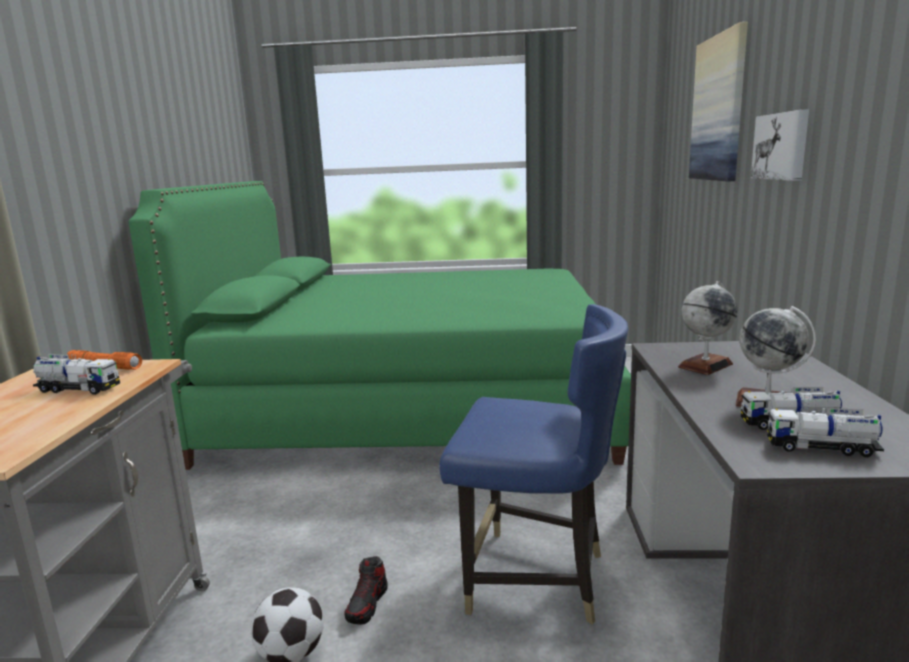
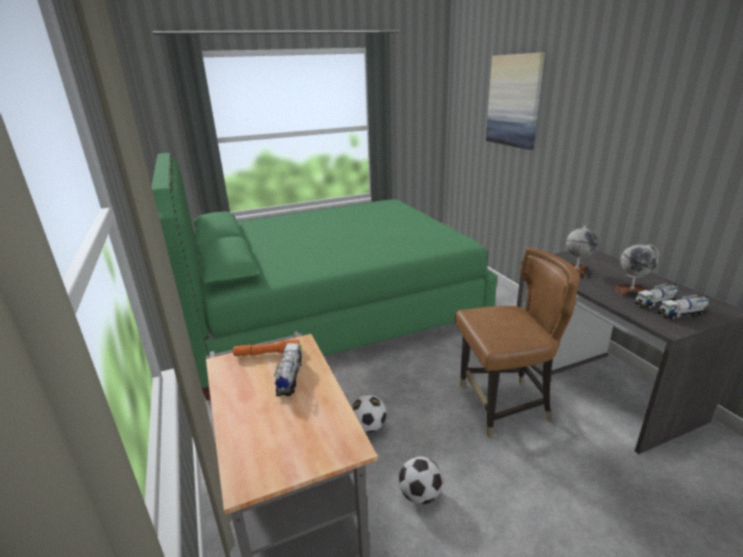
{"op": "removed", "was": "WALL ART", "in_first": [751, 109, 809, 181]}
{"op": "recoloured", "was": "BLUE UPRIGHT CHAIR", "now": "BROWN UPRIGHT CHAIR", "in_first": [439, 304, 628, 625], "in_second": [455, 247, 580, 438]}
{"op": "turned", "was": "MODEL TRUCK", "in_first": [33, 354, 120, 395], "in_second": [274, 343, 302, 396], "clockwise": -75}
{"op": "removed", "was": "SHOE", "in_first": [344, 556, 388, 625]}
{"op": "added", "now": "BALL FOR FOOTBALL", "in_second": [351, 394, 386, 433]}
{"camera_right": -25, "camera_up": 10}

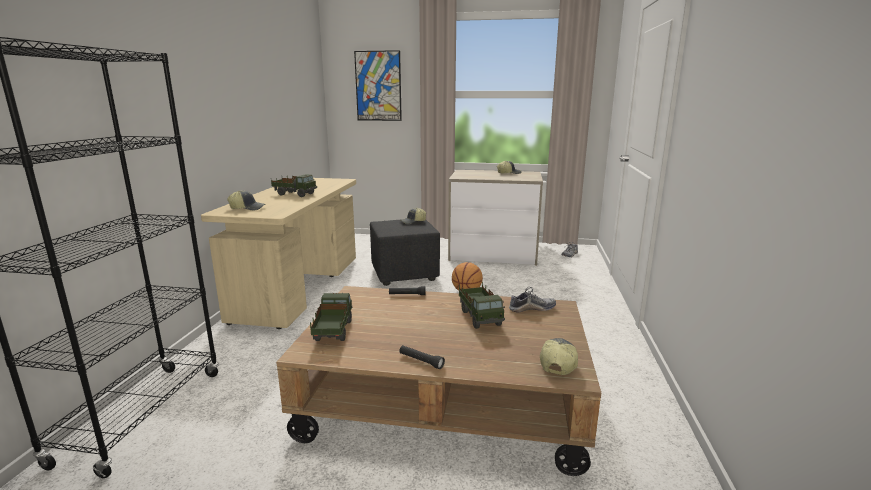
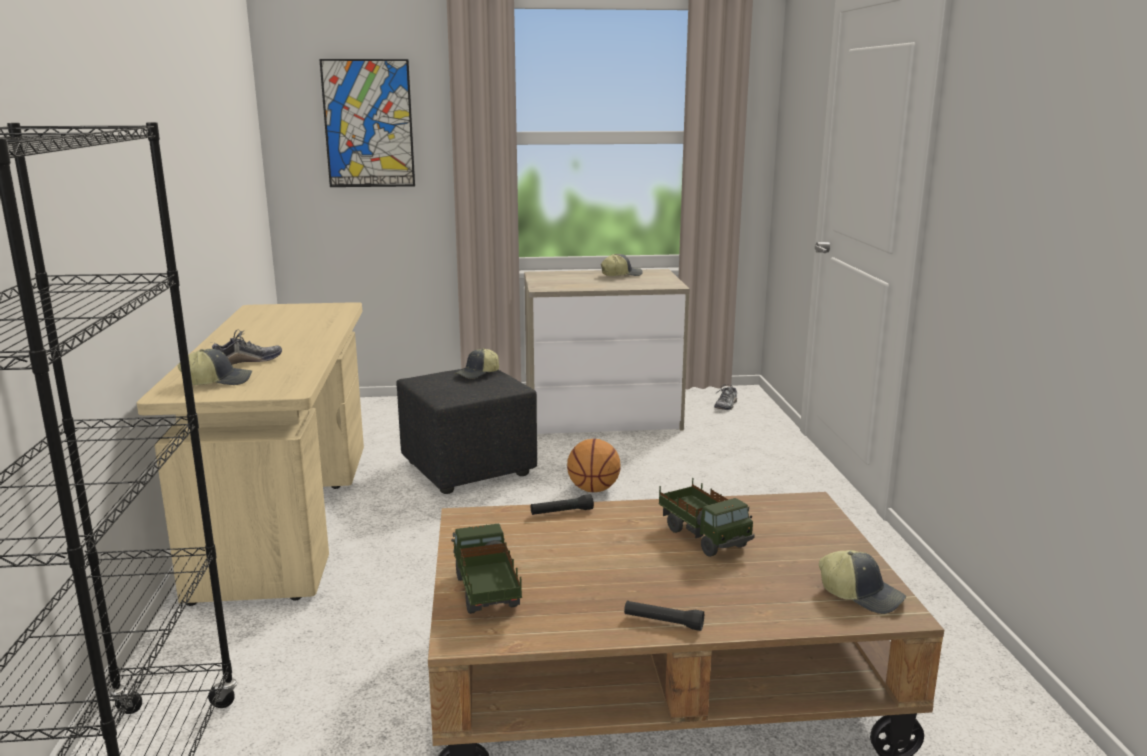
{"op": "removed", "was": "MODEL TRUCK", "in_first": [271, 174, 317, 197]}
{"op": "moved", "was": "SHOE", "in_first": [509, 287, 556, 312], "in_second": [210, 330, 282, 365]}
{"op": "turned", "was": "BASEBALL CAP", "in_first": [540, 338, 578, 375], "in_second": [819, 550, 906, 614], "clockwise": 120}
{"camera_right": -15, "camera_up": 0}

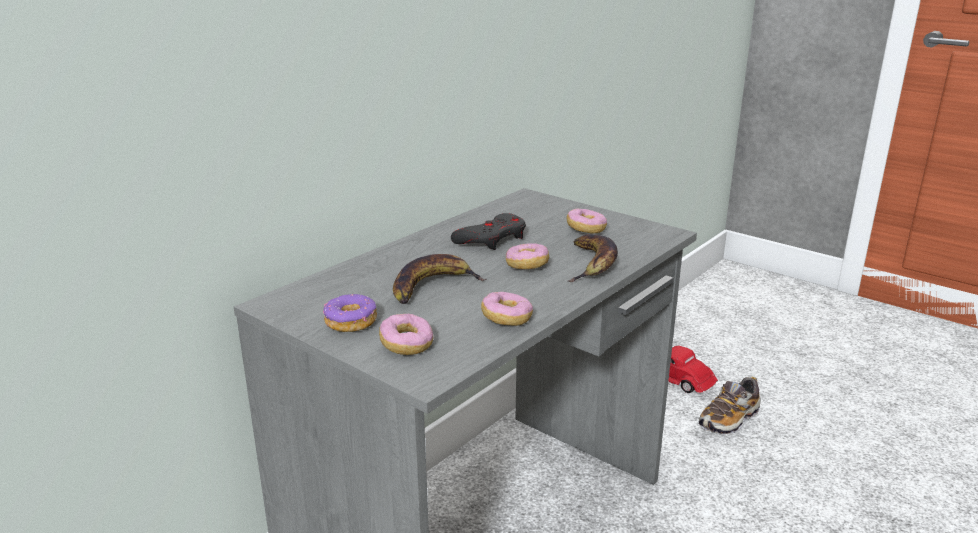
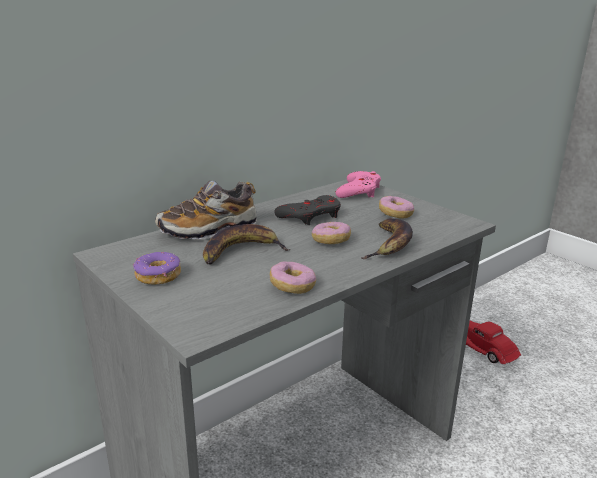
{"op": "removed", "was": "RING DOUGHNUT", "in_first": [379, 314, 433, 355]}
{"op": "moved", "was": "SHOE", "in_first": [699, 377, 760, 434], "in_second": [155, 181, 257, 239]}
{"op": "added", "now": "PINKISH GAMEPAD", "in_second": [336, 171, 381, 198]}
{"camera_right": 10, "camera_up": 0}

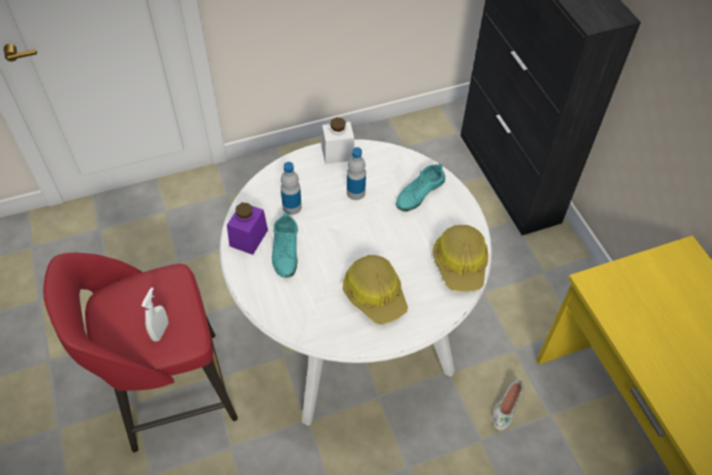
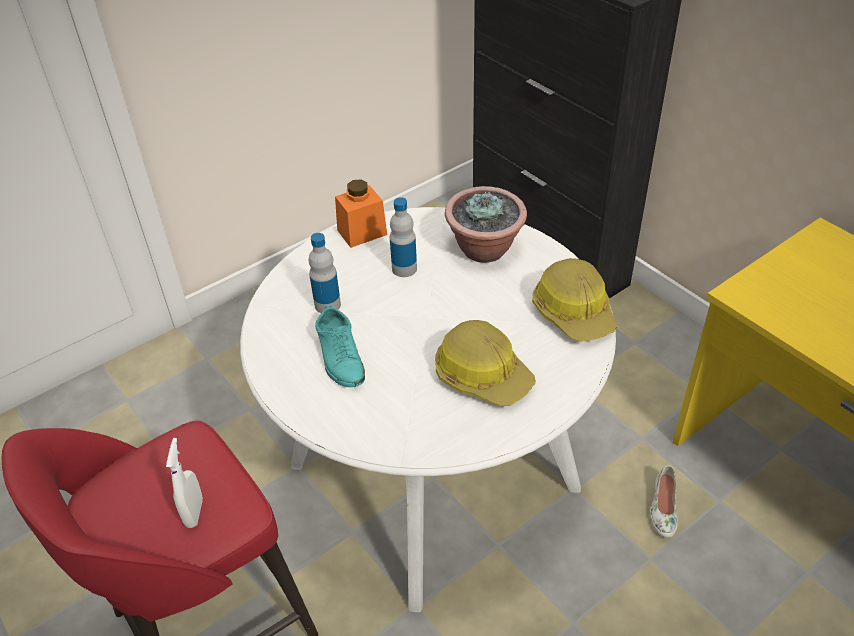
{"op": "recoloured", "was": "WHITE-COLOURED JAR", "now": "ORANGE JAR", "in_first": [321, 117, 355, 164], "in_second": [335, 179, 387, 248]}
{"op": "replaced", "was": "BLUE-GREEN SHOE", "now": "PLANT IN A POT", "in_first": [396, 163, 445, 212], "in_second": [445, 186, 527, 263]}
{"op": "removed", "was": "PURPLE JAR", "in_first": [227, 202, 268, 255]}
{"camera_right": -15, "camera_up": -10}

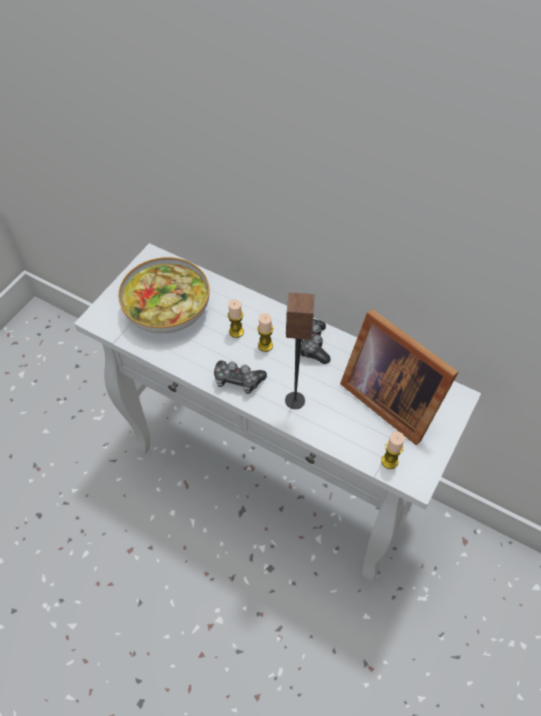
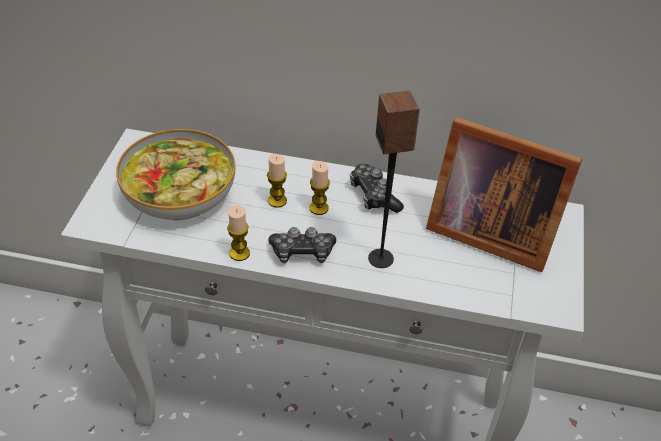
{"op": "moved", "was": "WAX CANDLE", "in_first": [381, 431, 405, 469], "in_second": [227, 205, 250, 261]}
{"camera_right": -20, "camera_up": -10}

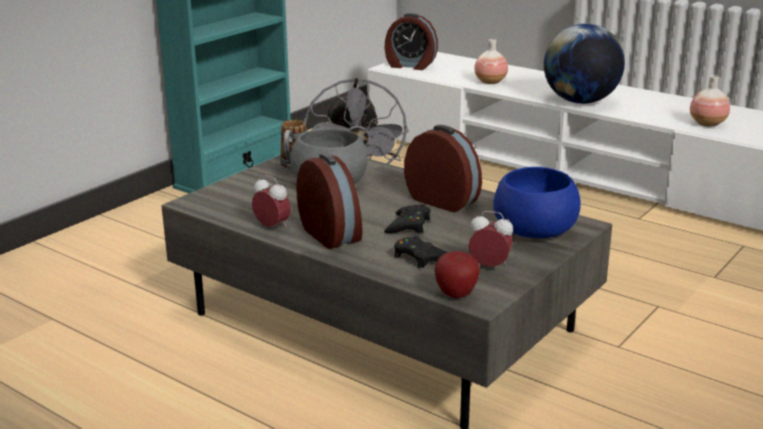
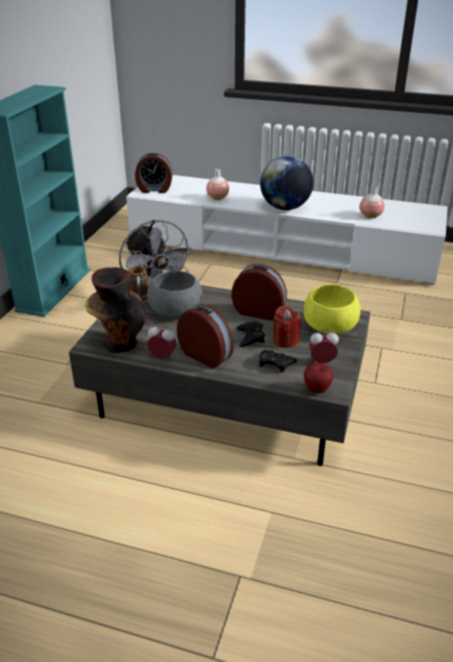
{"op": "recoloured", "was": "BLUE BOWL", "now": "YELLOW-COLOURED BOWL", "in_first": [493, 167, 581, 239], "in_second": [304, 284, 361, 334]}
{"op": "added", "now": "FLOWER VASE", "in_second": [85, 267, 146, 353]}
{"op": "added", "now": "RED WAX CANDLE", "in_second": [273, 306, 301, 348]}
{"camera_right": -20, "camera_up": 10}

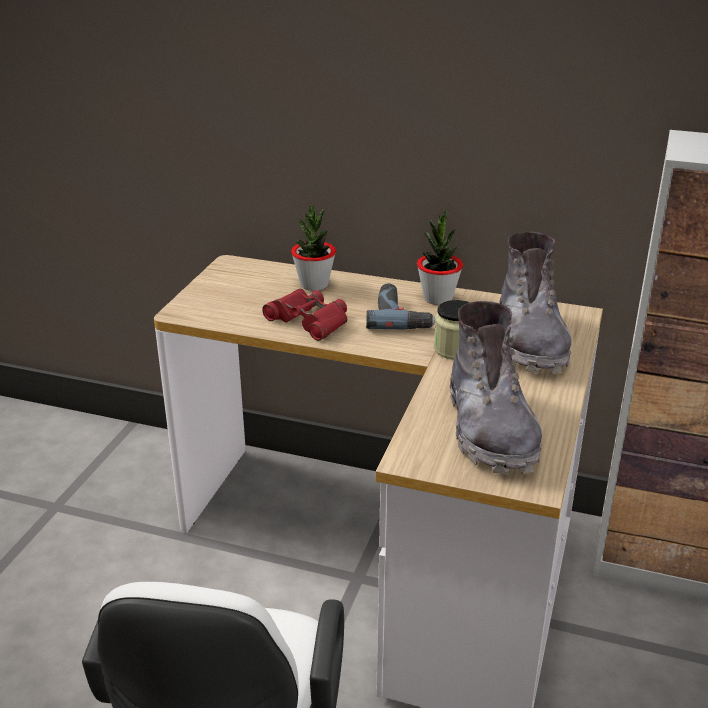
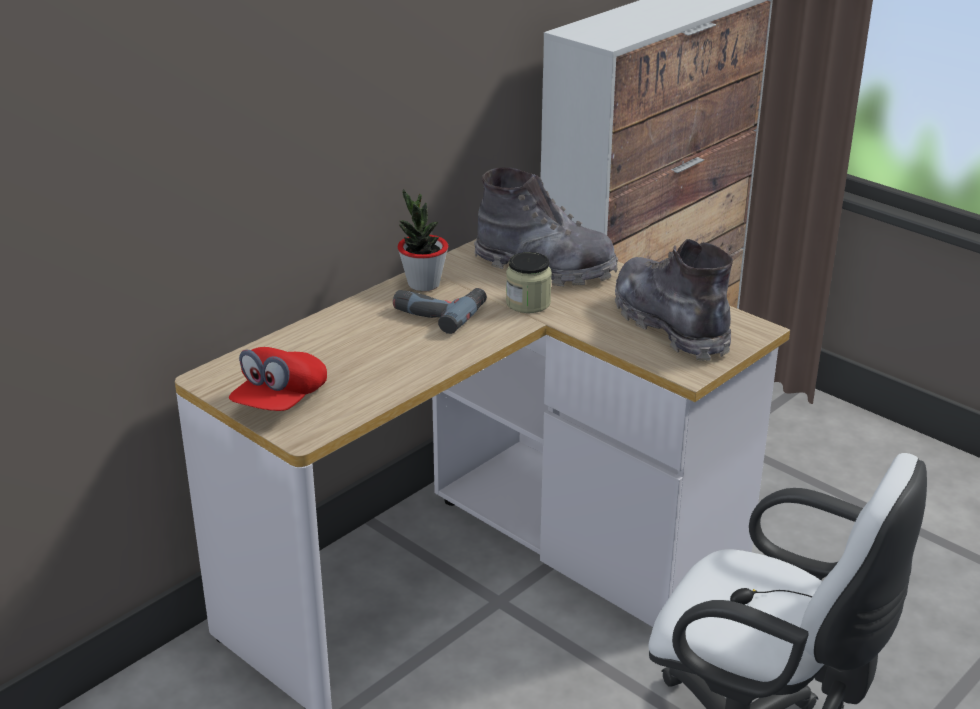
{"op": "removed", "was": "PLANT IN A POT", "in_first": [291, 206, 336, 291]}
{"op": "removed", "was": "RED FIELD GLASSES", "in_first": [262, 288, 347, 341]}
{"op": "turned", "was": "GRAY HIGH-TOP BOOT", "in_first": [450, 301, 542, 475], "in_second": [615, 239, 733, 361], "clockwise": -135}
{"op": "added", "now": "RED BASEBALL CAP", "in_second": [229, 347, 327, 411]}
{"camera_right": -65, "camera_up": 0}

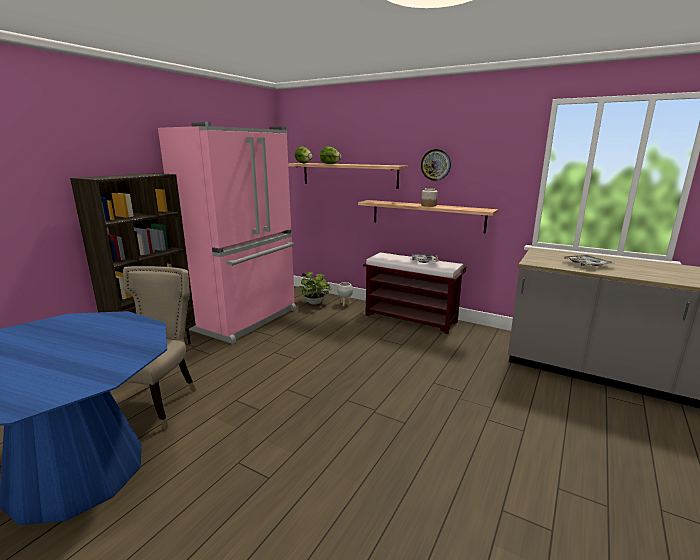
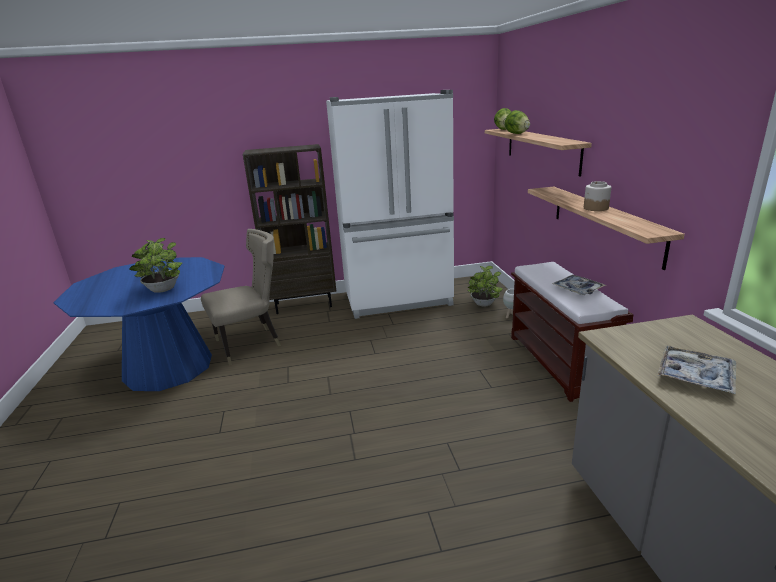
{"op": "recoloured", "was": "PINKISH REFRIGERATOR", "now": "WHITE-COLOURED REFRIGERATOR", "in_first": [158, 122, 296, 344], "in_second": [326, 90, 454, 319]}
{"op": "removed", "was": "WALL CLOCK", "in_first": [421, 149, 451, 181]}
{"op": "added", "now": "PLANT IN A POT", "in_second": [129, 238, 182, 293]}
{"camera_right": 50, "camera_up": 5}

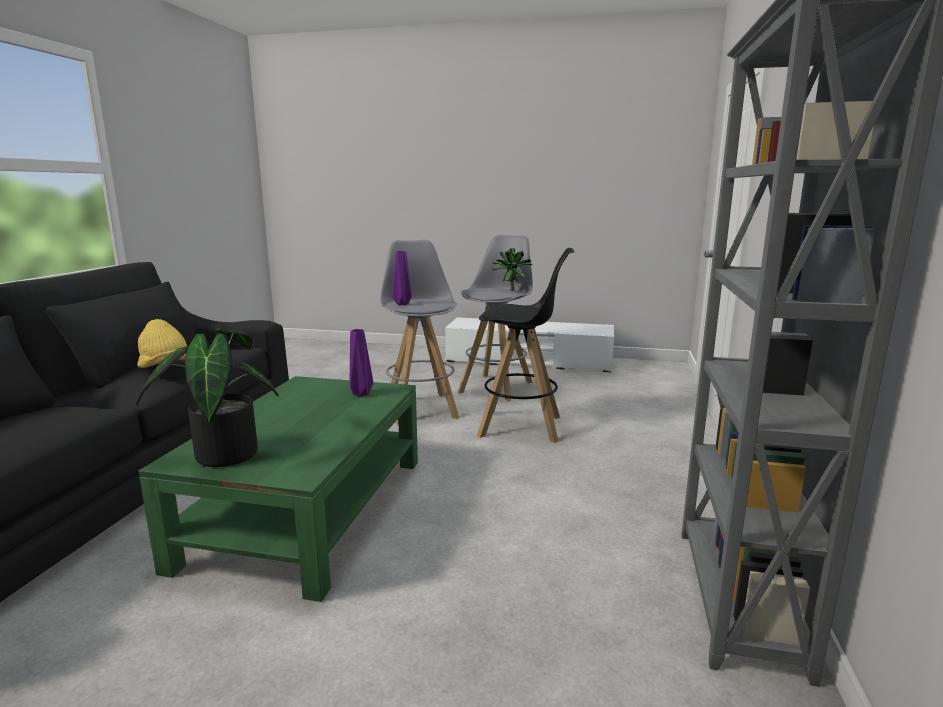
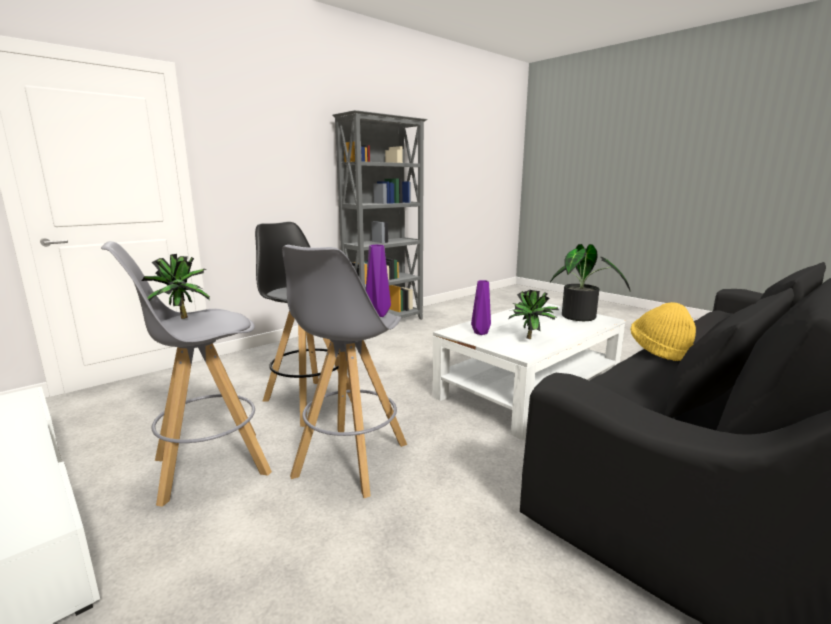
{"op": "recoloured", "was": "GREEN COFFEE TABLE", "now": "WHITE-COLOURED COFFEE TABLE", "in_first": [138, 376, 418, 602], "in_second": [432, 303, 625, 440]}
{"op": "added", "now": "PLANT IN A POT", "in_second": [509, 290, 559, 339]}
{"camera_right": -145, "camera_up": 0}

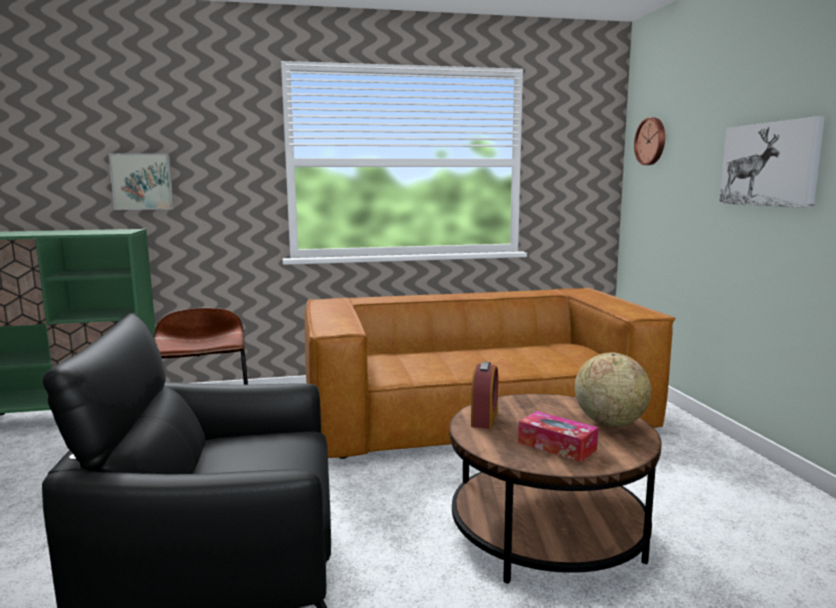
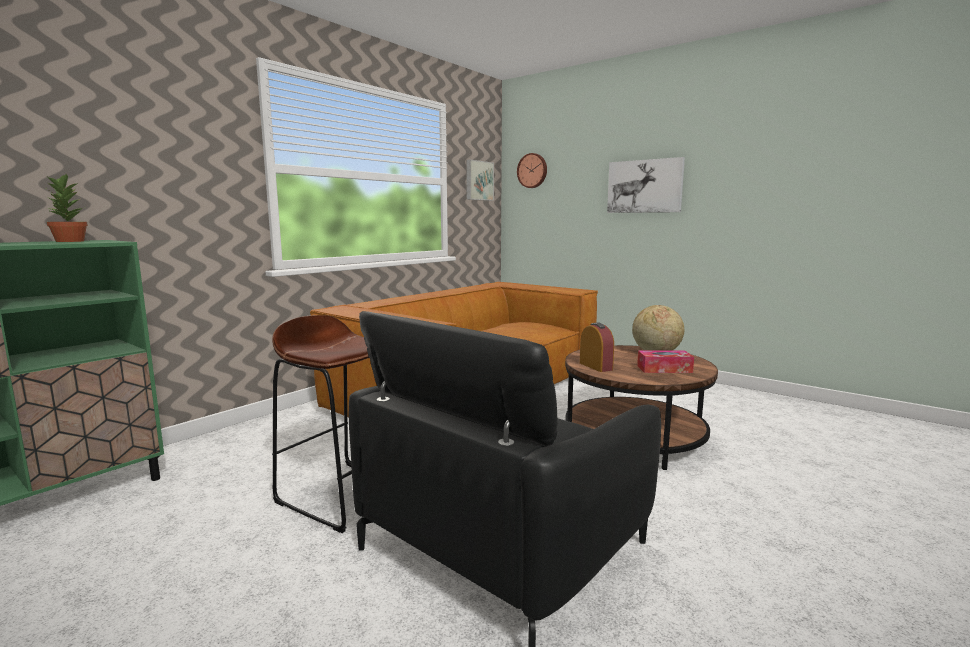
{"op": "moved", "was": "WALL ART", "in_first": [108, 153, 174, 210], "in_second": [466, 159, 494, 201]}
{"op": "added", "now": "PLANT IN A POT", "in_second": [44, 173, 88, 242]}
{"camera_right": -40, "camera_up": 0}

